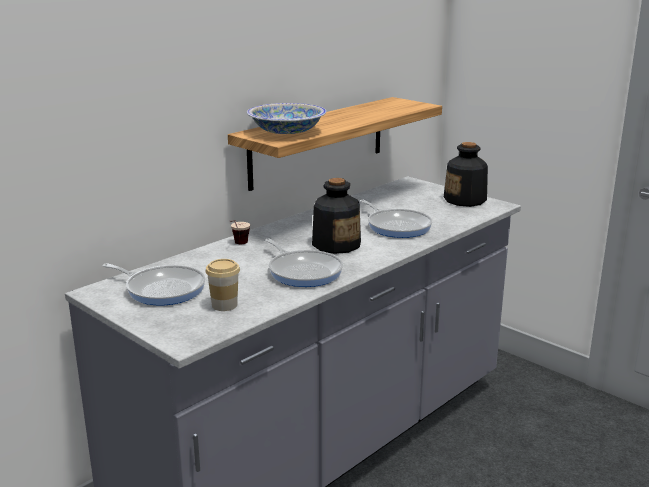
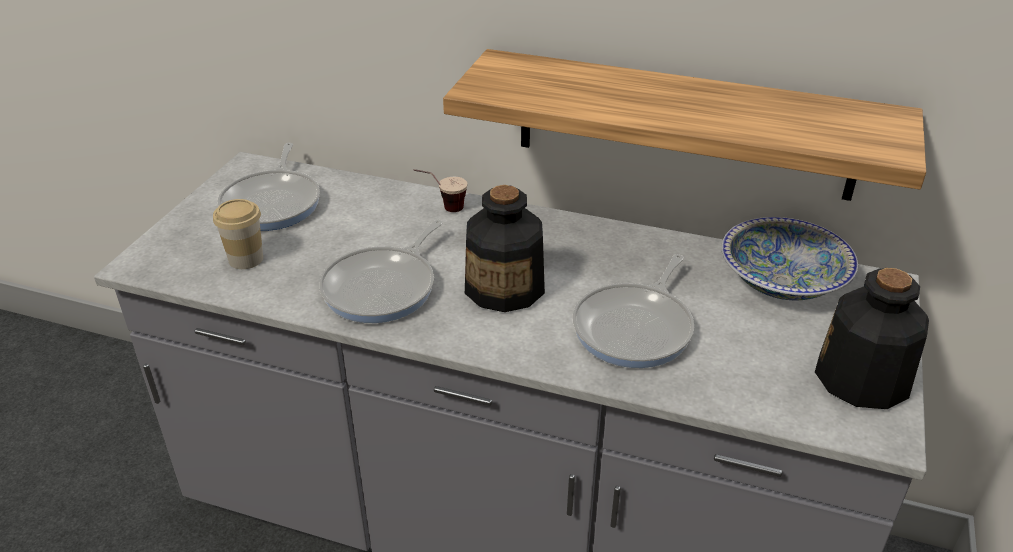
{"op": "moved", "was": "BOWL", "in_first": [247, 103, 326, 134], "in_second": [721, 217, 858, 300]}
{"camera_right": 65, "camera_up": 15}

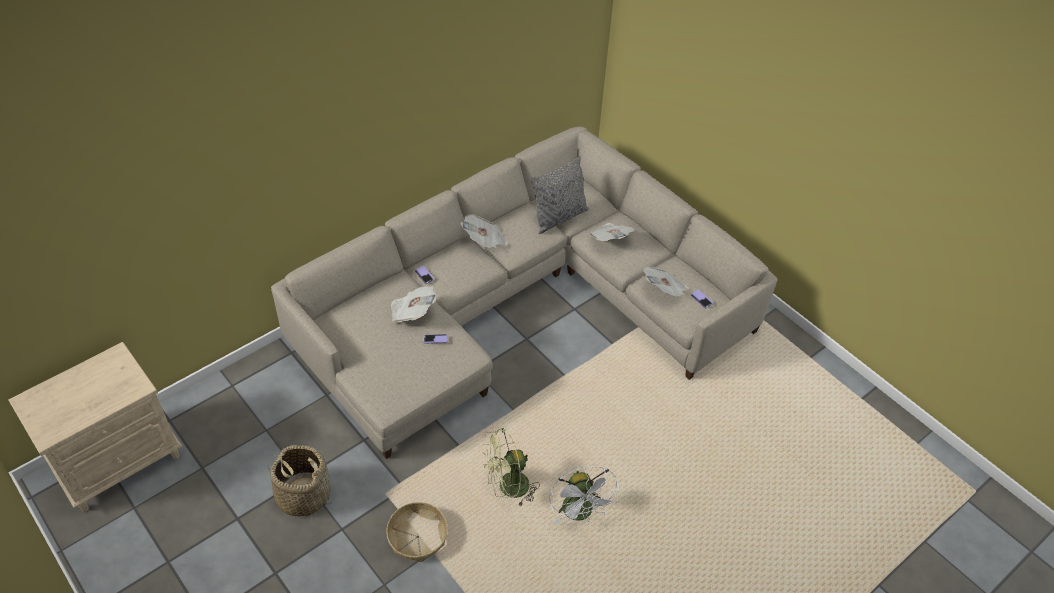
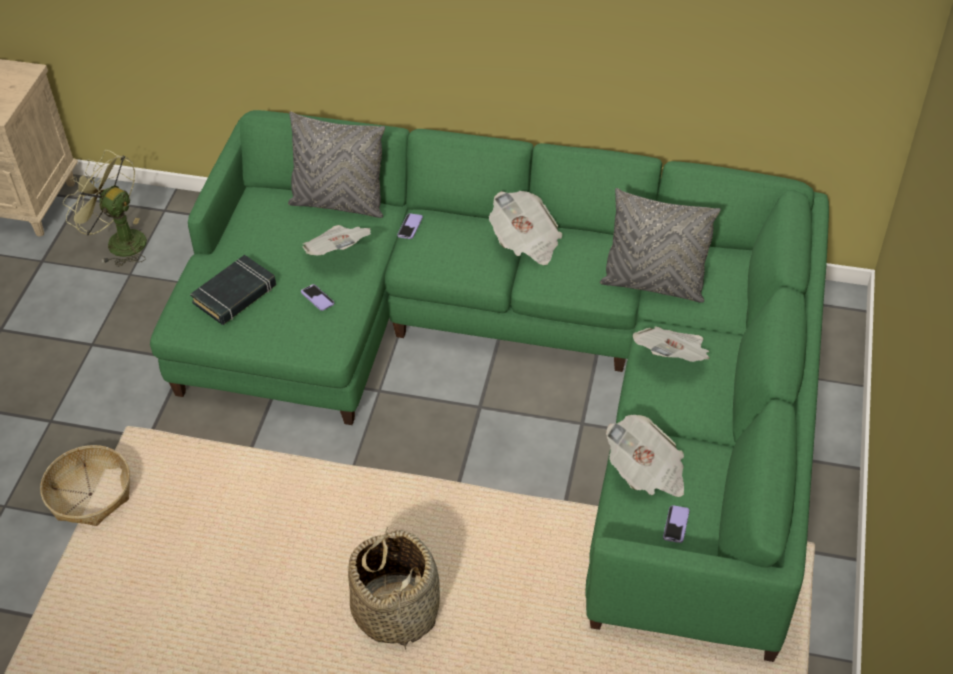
{"op": "recoloured", "was": "SAND-COLOURED SOFA", "now": "GREEN SOFA", "in_first": [271, 127, 777, 459], "in_second": [150, 110, 829, 662]}
{"op": "moved", "was": "GREEN FAN", "in_first": [482, 428, 540, 508], "in_second": [63, 150, 147, 267]}
{"op": "moved", "was": "STORAGE BASKET", "in_first": [268, 445, 331, 516], "in_second": [348, 527, 440, 649]}
{"op": "removed", "was": "WHITE-COLOURED FAN", "in_first": [549, 466, 619, 524]}
{"op": "added", "now": "GRAY CUSHION", "in_second": [288, 111, 385, 218]}
{"op": "added", "now": "BLACK BOOK", "in_second": [190, 255, 276, 325]}
{"camera_right": 55, "camera_up": 0}

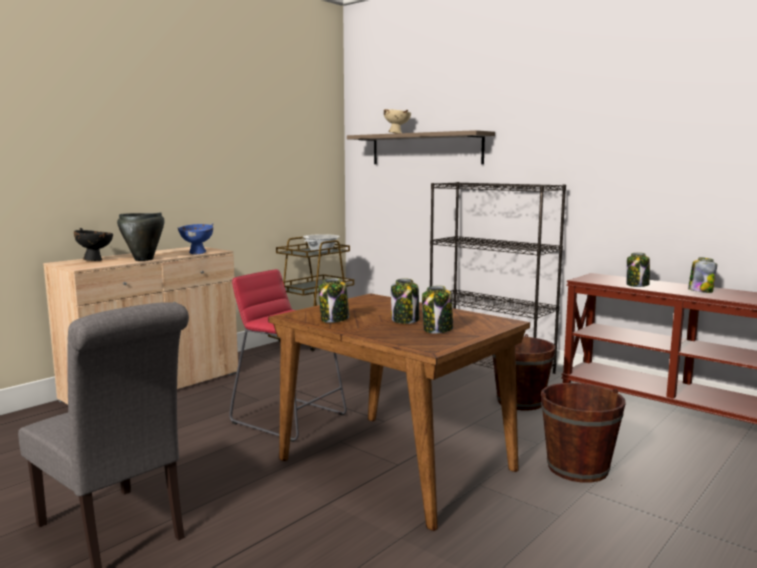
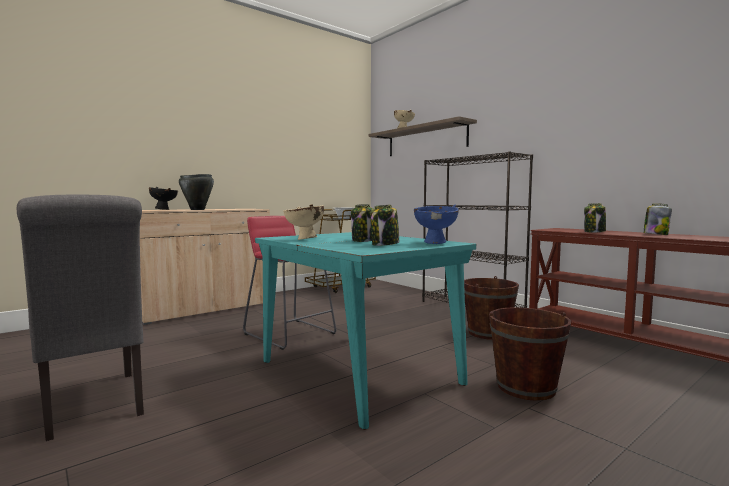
{"op": "moved", "was": "BLUE BOWL", "in_first": [178, 223, 213, 254], "in_second": [414, 205, 459, 244]}
{"op": "replaced", "was": "JAR", "now": "SAND-COLOURED BOWL", "in_first": [318, 278, 349, 323], "in_second": [283, 204, 324, 240]}
{"op": "recoloured", "was": "BROWN KITCHEN TABLE", "now": "BLUE-GREEN KITCHEN TABLE", "in_first": [268, 293, 530, 531], "in_second": [255, 232, 476, 430]}
{"camera_right": 10, "camera_up": -5}

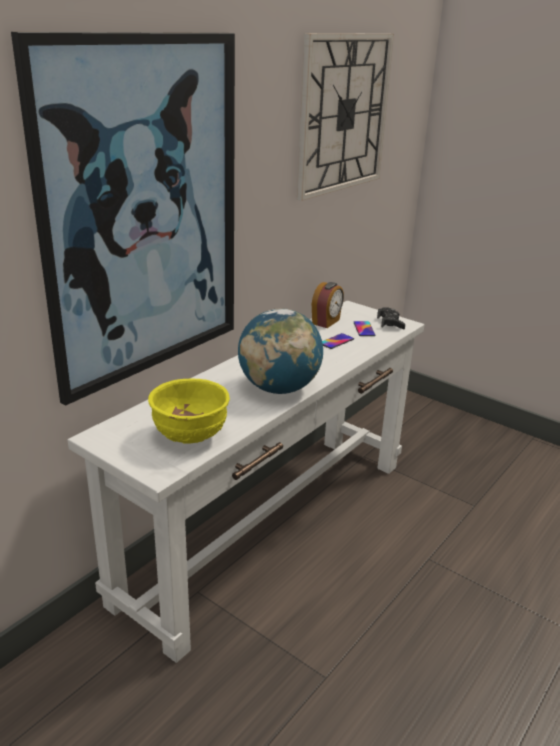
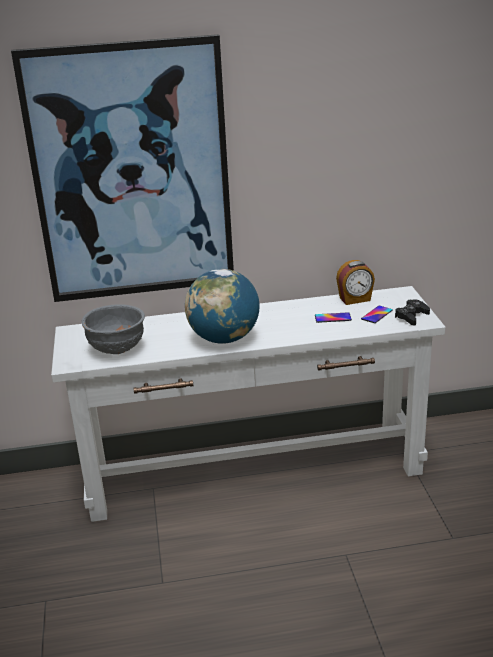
{"op": "removed", "was": "WALL CLOCK", "in_first": [297, 33, 394, 201]}
{"op": "recoloured", "was": "YELLOW-COLOURED BOWL", "now": "GRAY BOWL", "in_first": [148, 378, 230, 444], "in_second": [82, 304, 145, 354]}
{"camera_right": 45, "camera_up": 0}

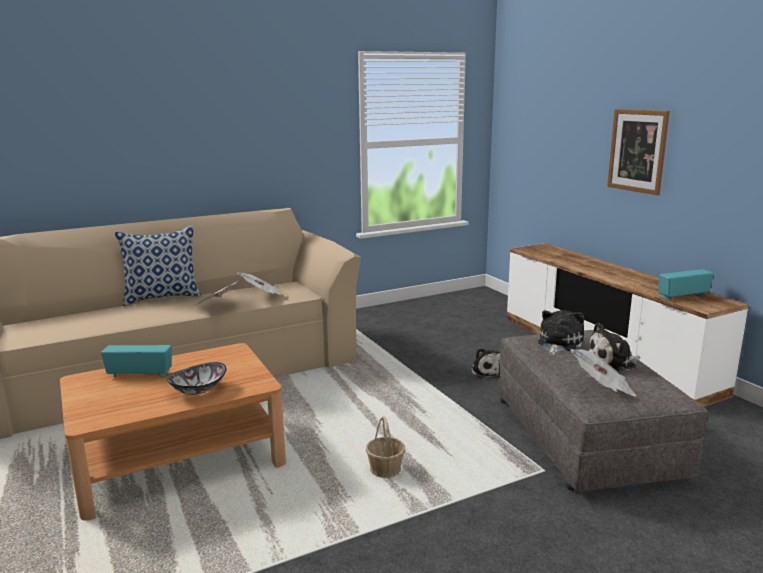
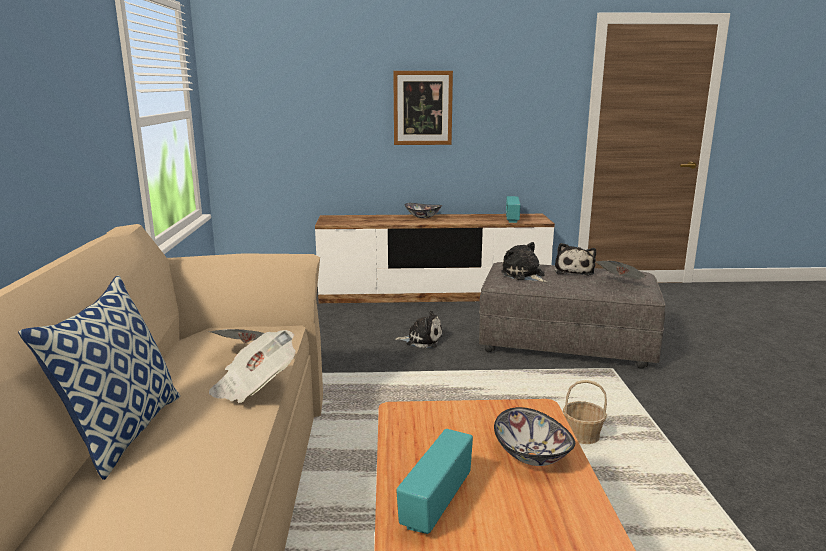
{"op": "added", "now": "BOWL", "in_second": [405, 203, 442, 218]}
{"camera_right": -65, "camera_up": 0}

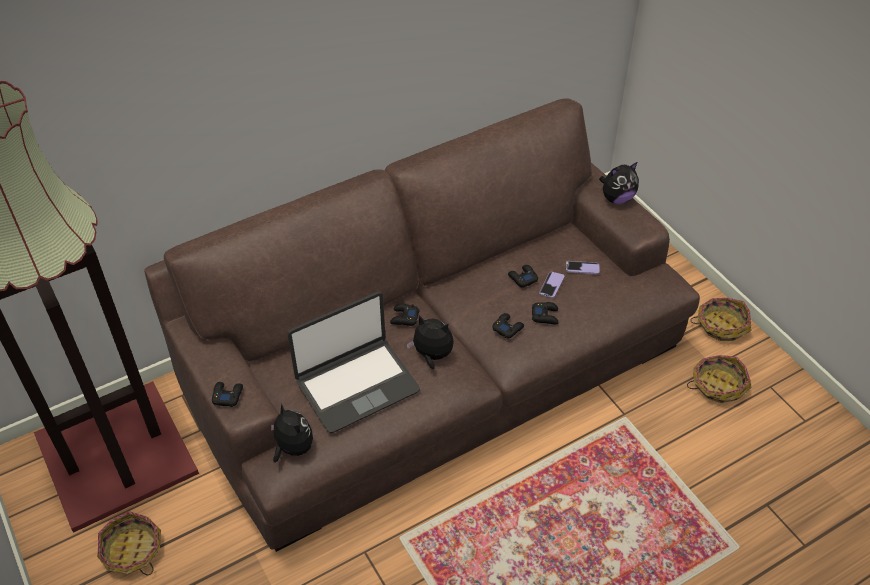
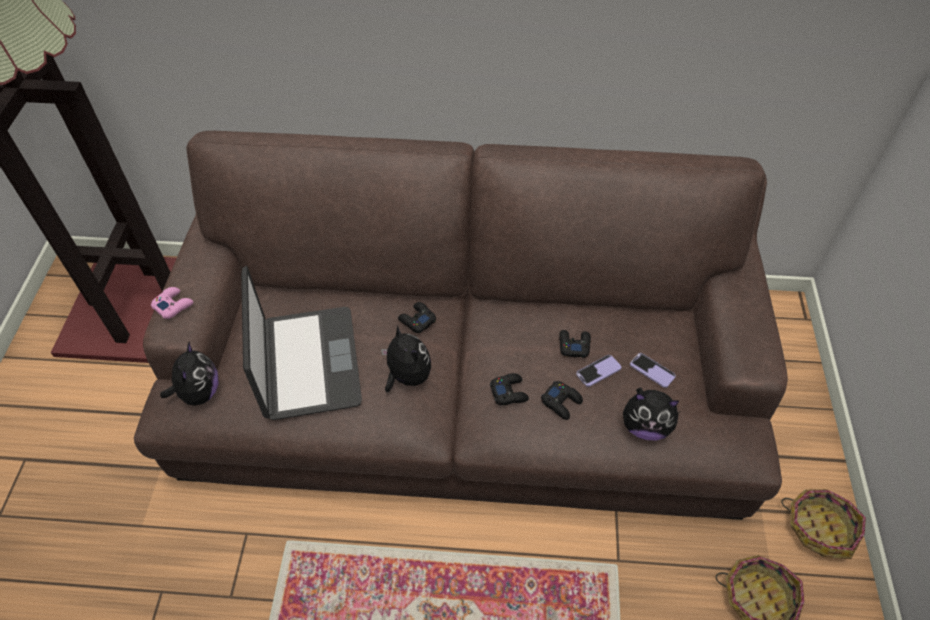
{"op": "moved", "was": "CUDDLY TOY", "in_first": [599, 162, 639, 204], "in_second": [623, 388, 682, 441]}
{"op": "turned", "was": "NOTEBOOK COMPUTER", "in_first": [288, 292, 420, 433], "in_second": [241, 266, 362, 420], "clockwise": -105}
{"op": "recoloured", "was": "BLACK GAMEPAD", "now": "PINKISH GAMEPAD", "in_first": [212, 382, 243, 407], "in_second": [151, 287, 193, 319]}
{"op": "removed", "was": "STORAGE BASKET", "in_first": [97, 511, 161, 575]}
{"camera_right": 35, "camera_up": 5}

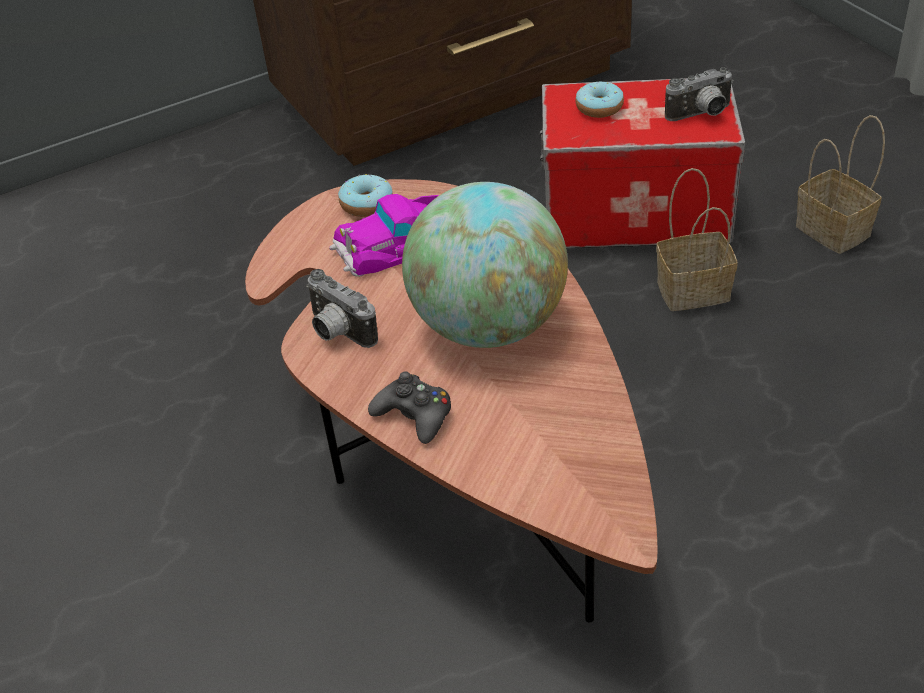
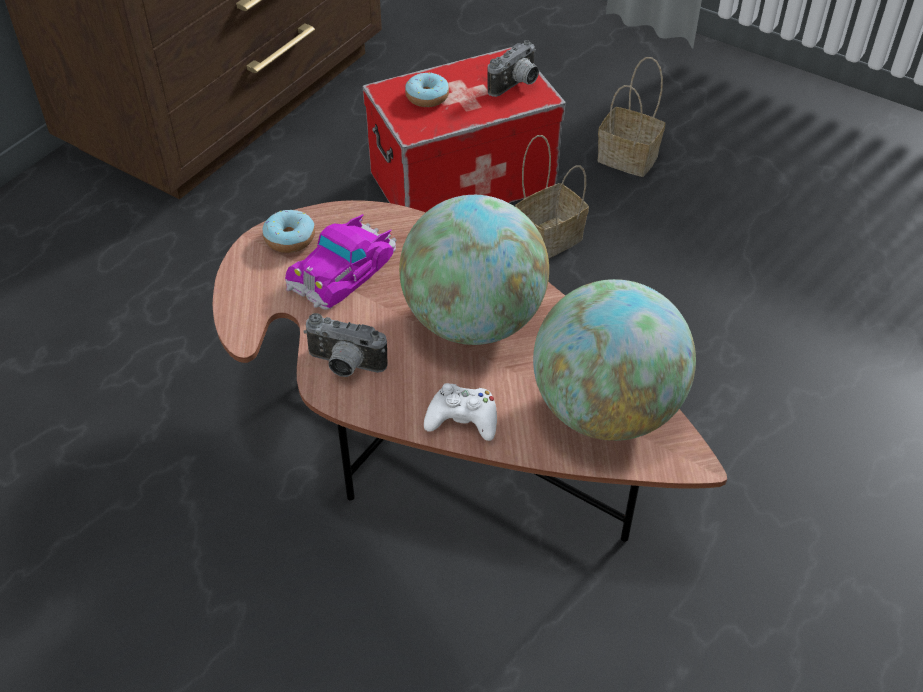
{"op": "recoloured", "was": "BLACK GAMEPAD", "now": "WHITE-COLOURED GAMEPAD", "in_first": [368, 371, 451, 444], "in_second": [424, 383, 497, 441]}
{"op": "added", "now": "GLOBE", "in_second": [533, 279, 696, 441]}
{"camera_right": -30, "camera_up": 5}

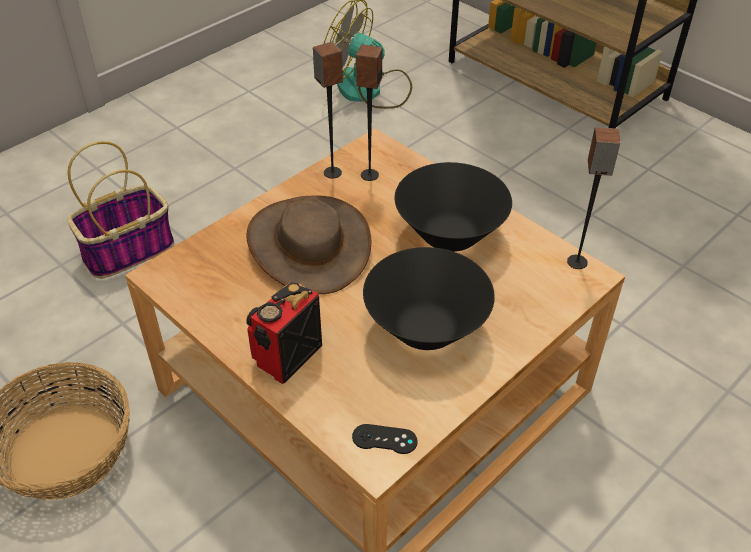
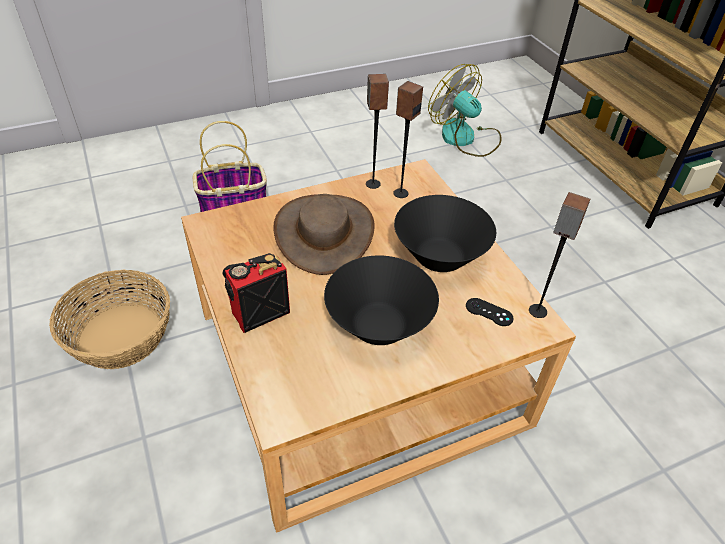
{"op": "moved", "was": "BLACK GAMEPAD", "in_first": [352, 424, 417, 454], "in_second": [466, 298, 513, 326]}
{"camera_right": 20, "camera_up": 0}

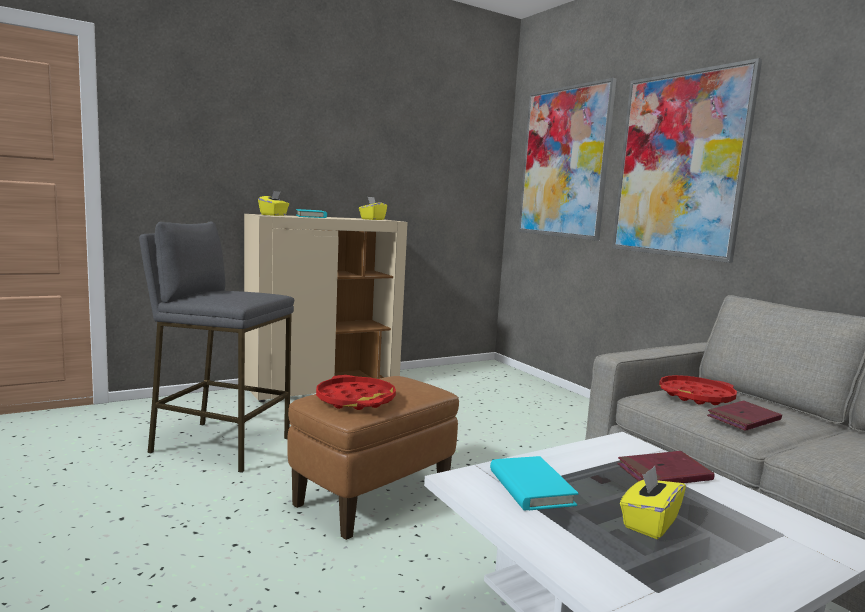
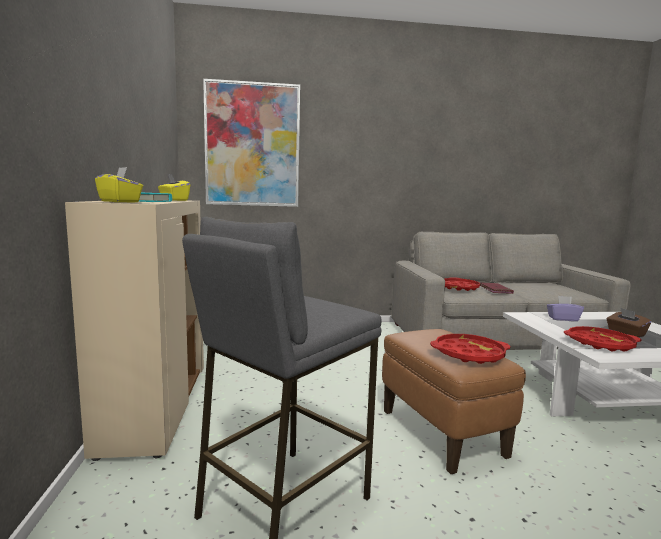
{"op": "removed", "was": "WALL ART", "in_first": [612, 58, 762, 263]}
{"op": "replaced", "was": "RED BOOK", "now": "PURPLE TISSUE BOX", "in_first": [617, 451, 715, 483], "in_second": [547, 296, 584, 321]}
{"op": "replaced", "was": "BLUE-GREEN BOOK", "now": "RED SERVING TRAY", "in_first": [490, 456, 579, 511], "in_second": [564, 326, 641, 351]}
{"op": "recoloured", "was": "YELLOW-COLOURED TISSUE BOX", "now": "BROWN TISSUE BOX", "in_first": [620, 466, 686, 539], "in_second": [606, 308, 651, 337]}
{"camera_right": -65, "camera_up": 0}

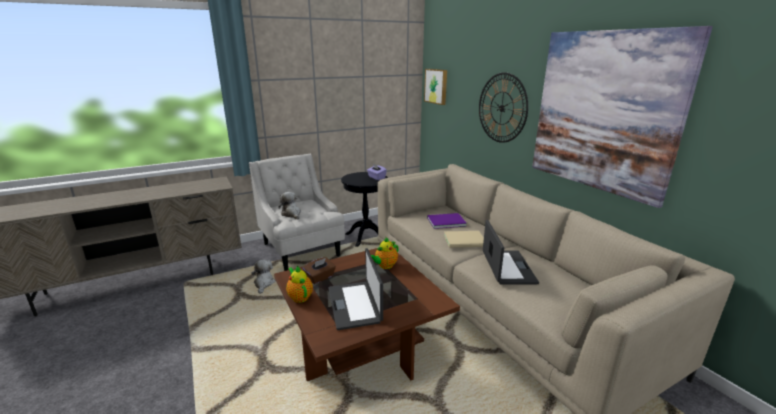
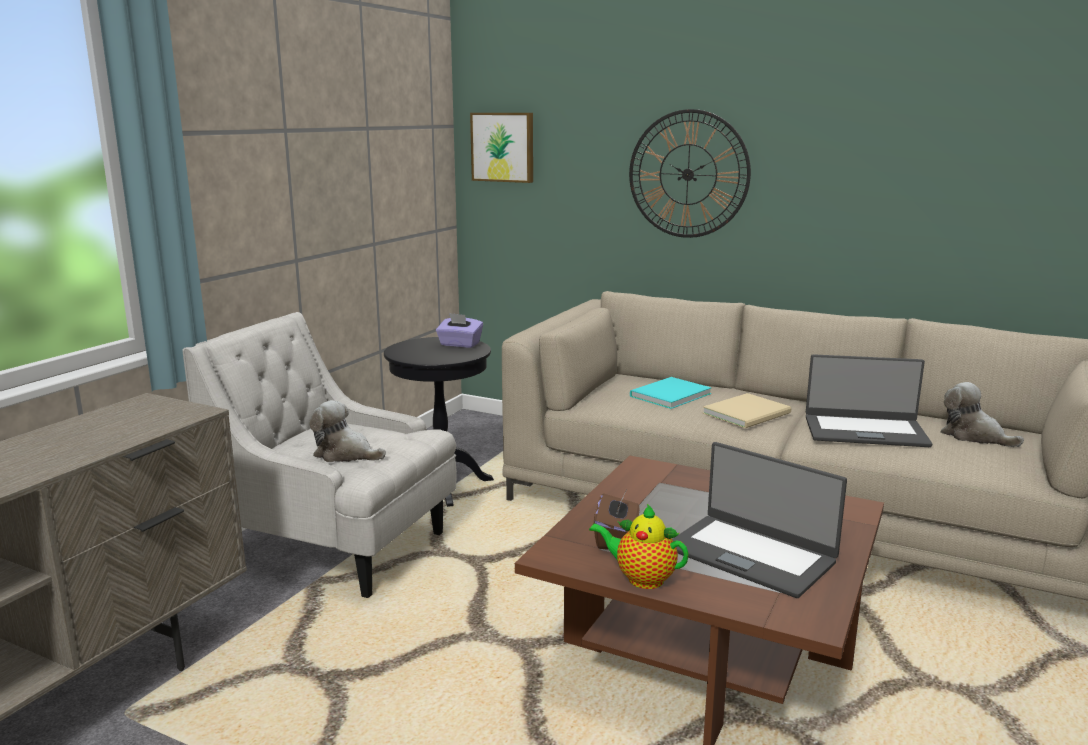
{"op": "removed", "was": "WALL ART", "in_first": [532, 26, 713, 208]}
{"op": "recoloured", "was": "PURPLE BOOK", "now": "BLUE-GREEN BOOK", "in_first": [427, 213, 467, 229], "in_second": [630, 377, 712, 409]}
{"op": "turned", "was": "NOTEBOOK COMPUTER", "in_first": [483, 220, 539, 284], "in_second": [806, 354, 932, 447], "clockwise": 135}
{"op": "removed", "was": "TEA POT", "in_first": [371, 237, 399, 269]}
{"op": "moved", "was": "CUDDLY TOY", "in_first": [251, 260, 276, 294], "in_second": [940, 382, 1024, 447]}
{"camera_right": -35, "camera_up": -5}

